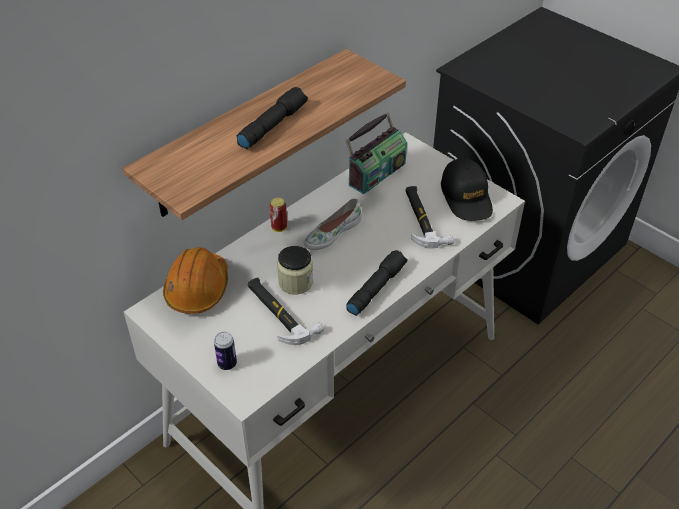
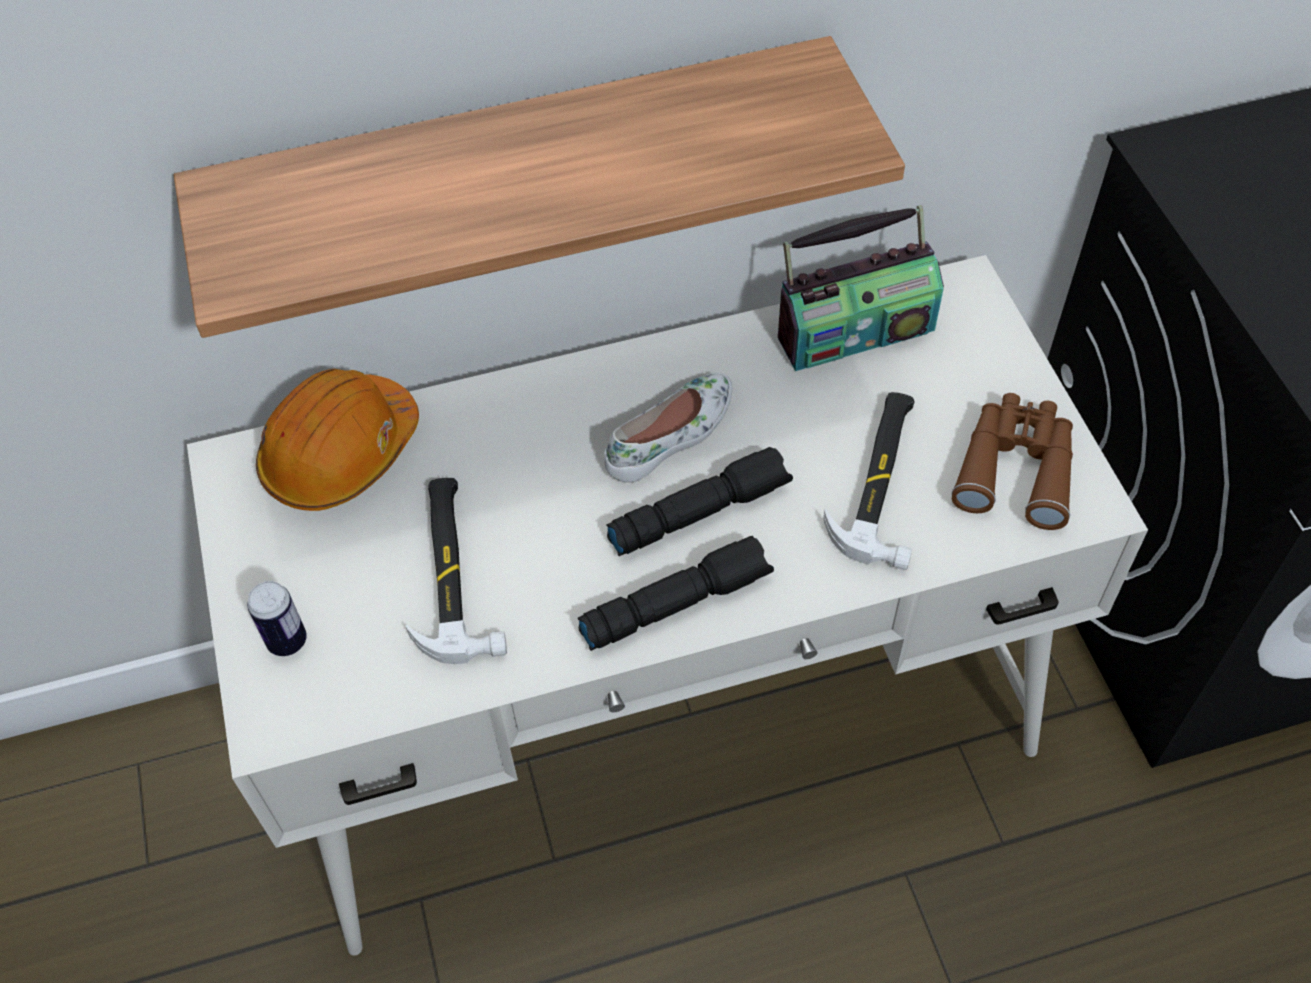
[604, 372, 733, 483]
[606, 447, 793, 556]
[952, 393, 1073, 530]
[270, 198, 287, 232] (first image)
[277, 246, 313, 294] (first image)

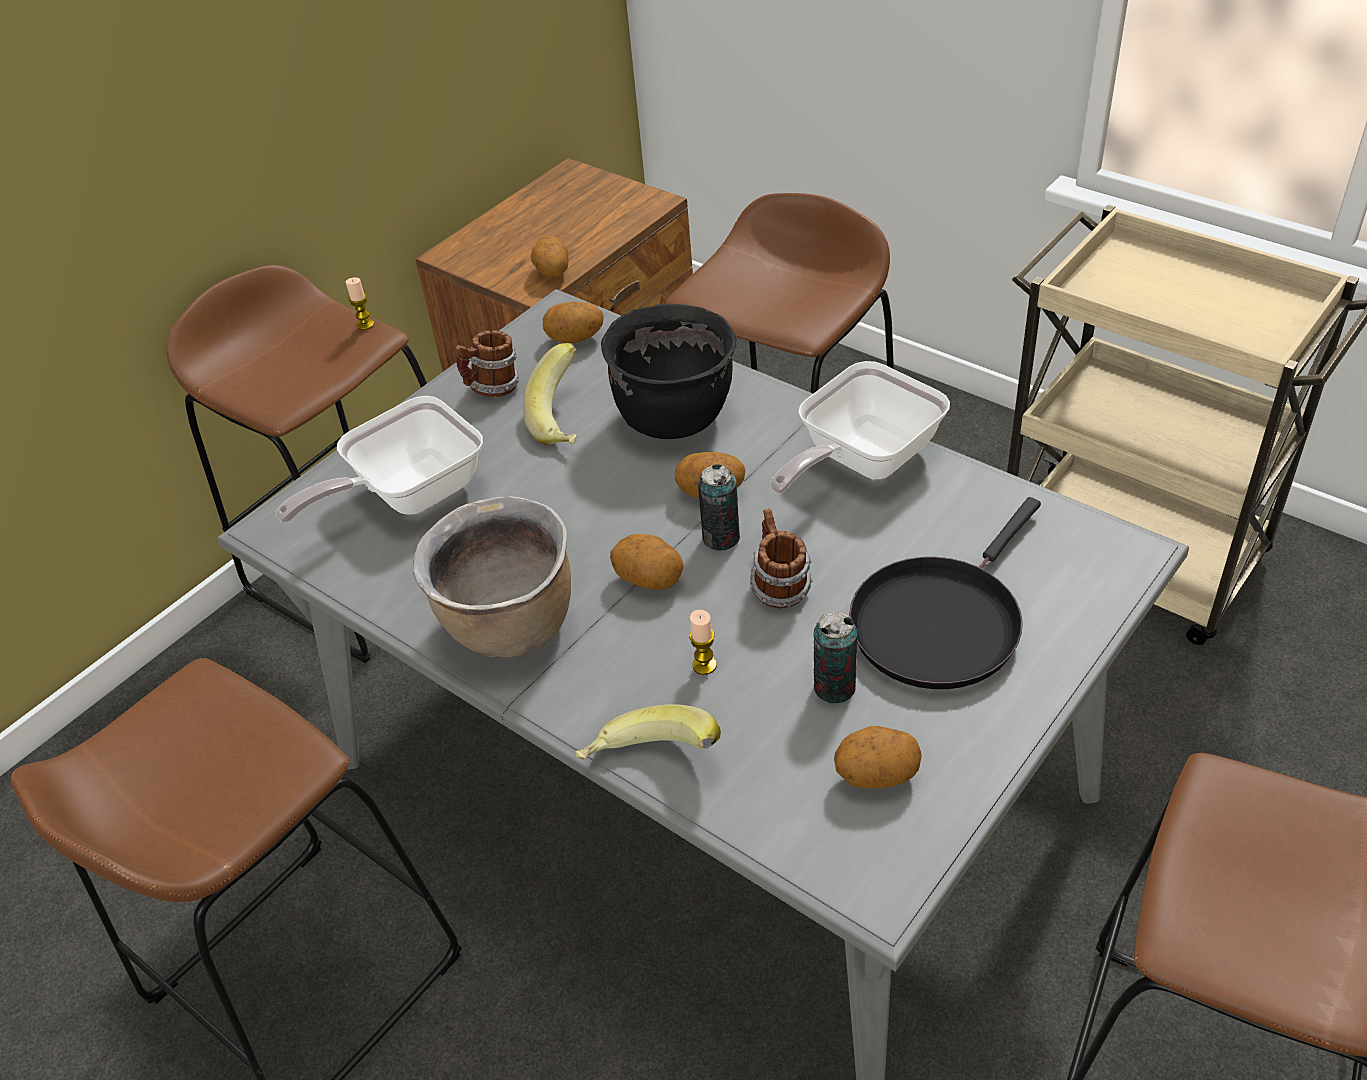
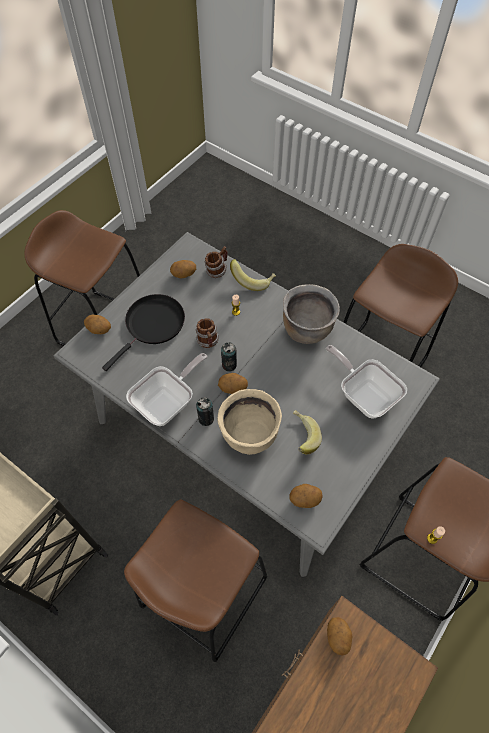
[84, 315, 111, 334]
[196, 397, 214, 426]
[204, 246, 228, 278]
[217, 389, 282, 455]
[326, 345, 407, 419]

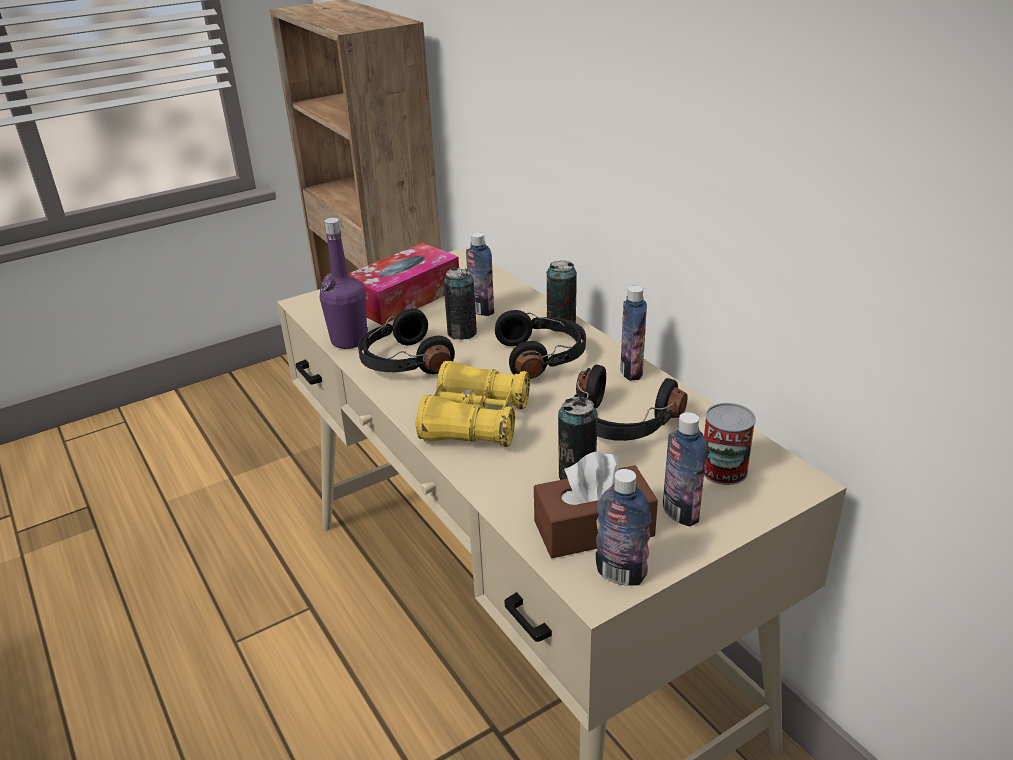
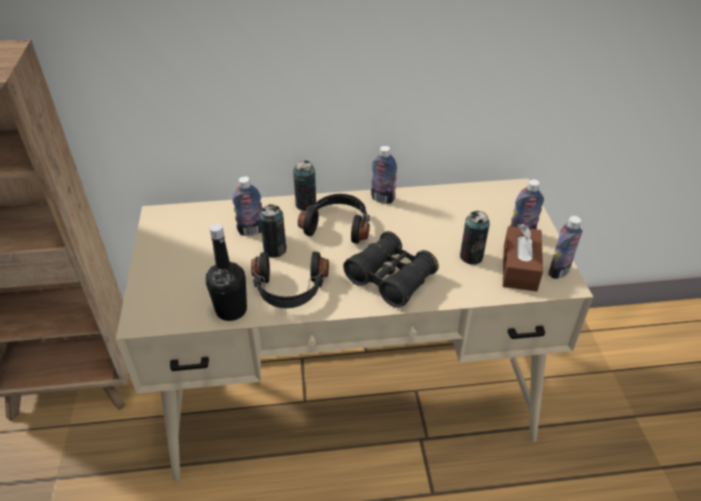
[206, 223, 247, 321]
[343, 231, 439, 308]
[348, 243, 459, 325] (first image)
[574, 365, 688, 441] (first image)
[704, 403, 756, 485] (first image)

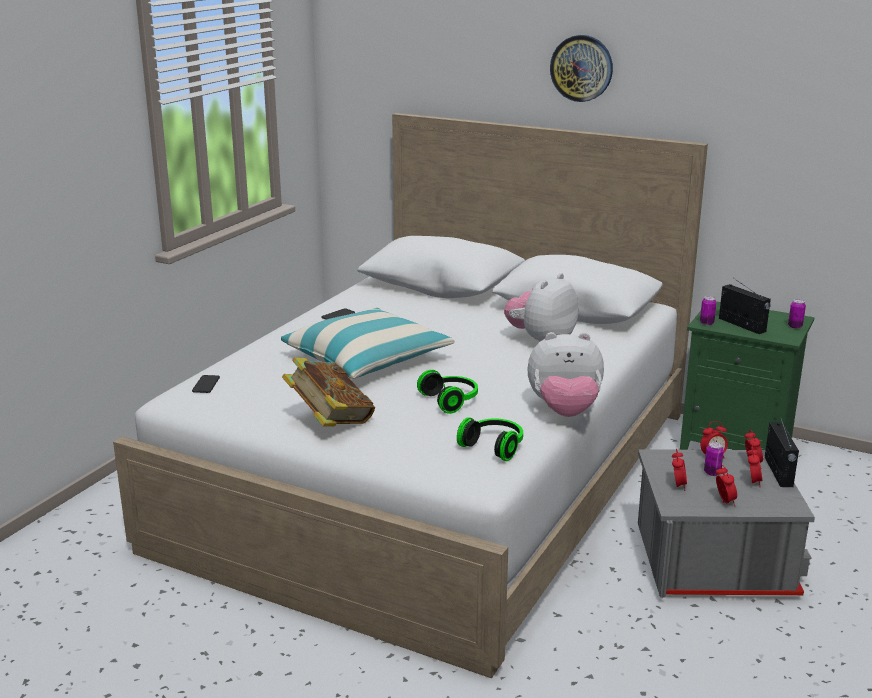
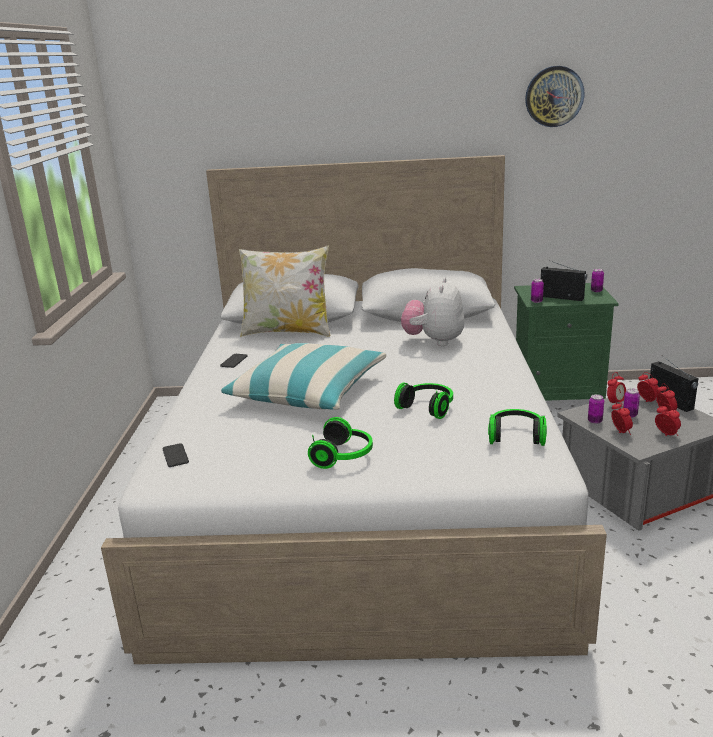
[239, 246, 330, 337]
[308, 417, 373, 469]
[525, 66, 584, 127]
[588, 394, 604, 424]
[527, 332, 604, 417] (first image)

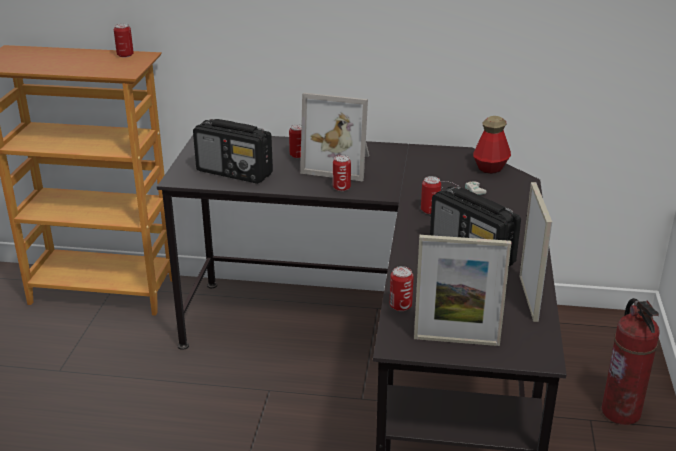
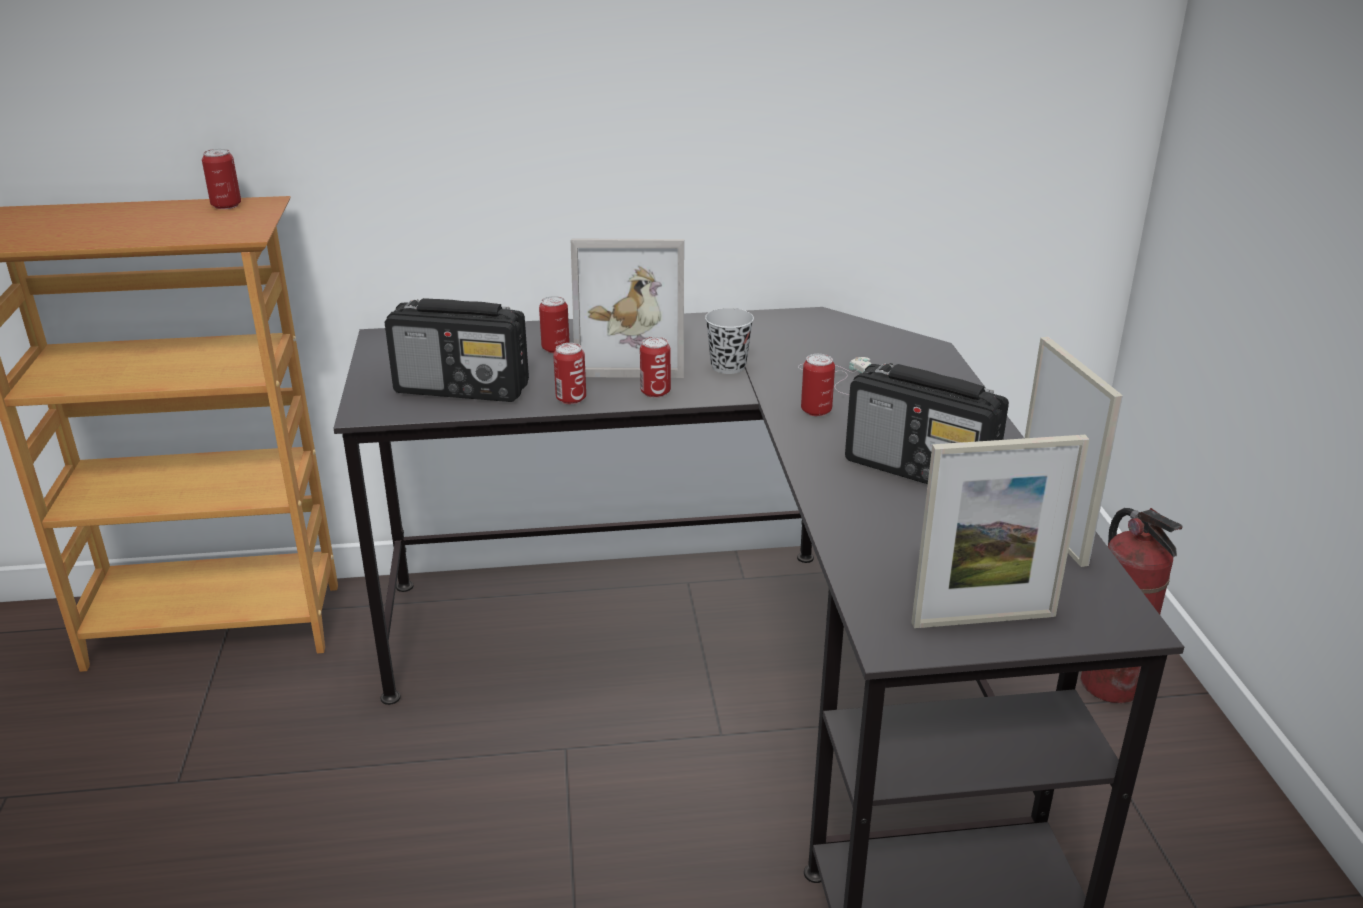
[553, 343, 586, 404]
[705, 308, 754, 374]
[473, 116, 511, 174] (first image)

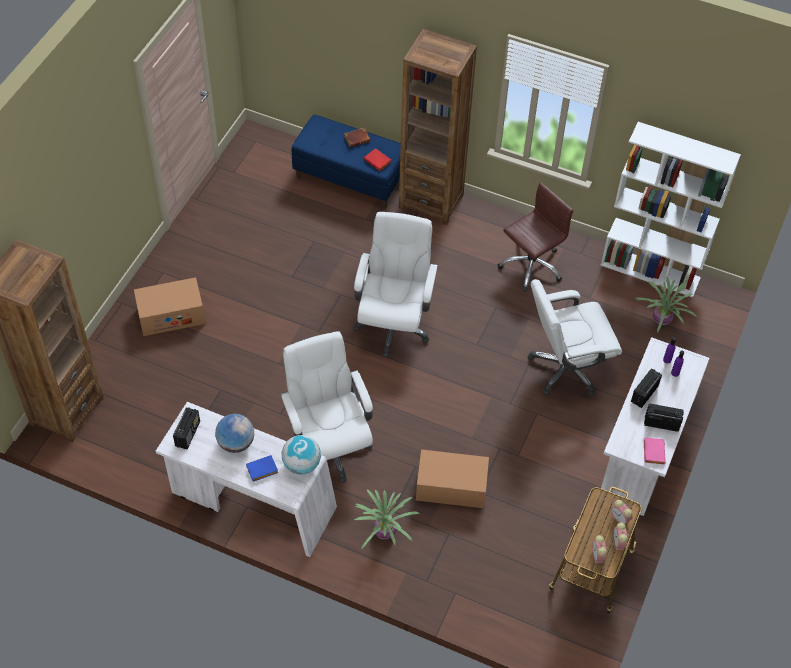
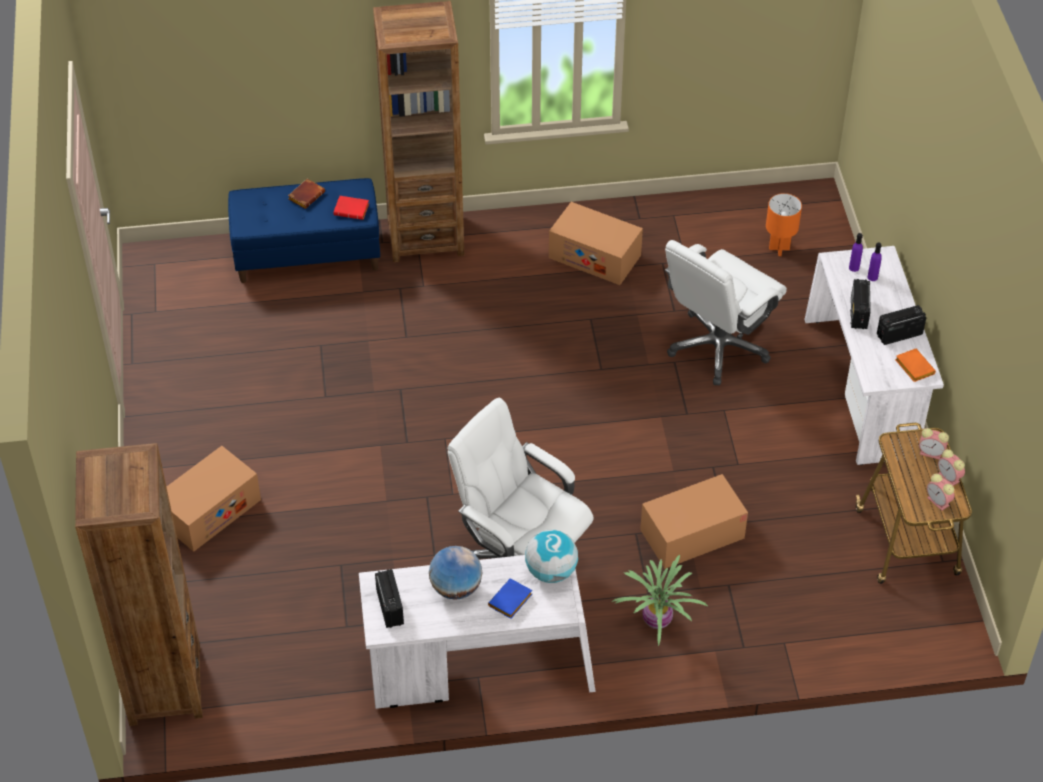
[549, 202, 643, 285]
[766, 193, 802, 256]
[895, 349, 936, 382]
[354, 212, 438, 358] (first image)
[601, 122, 741, 297] (first image)

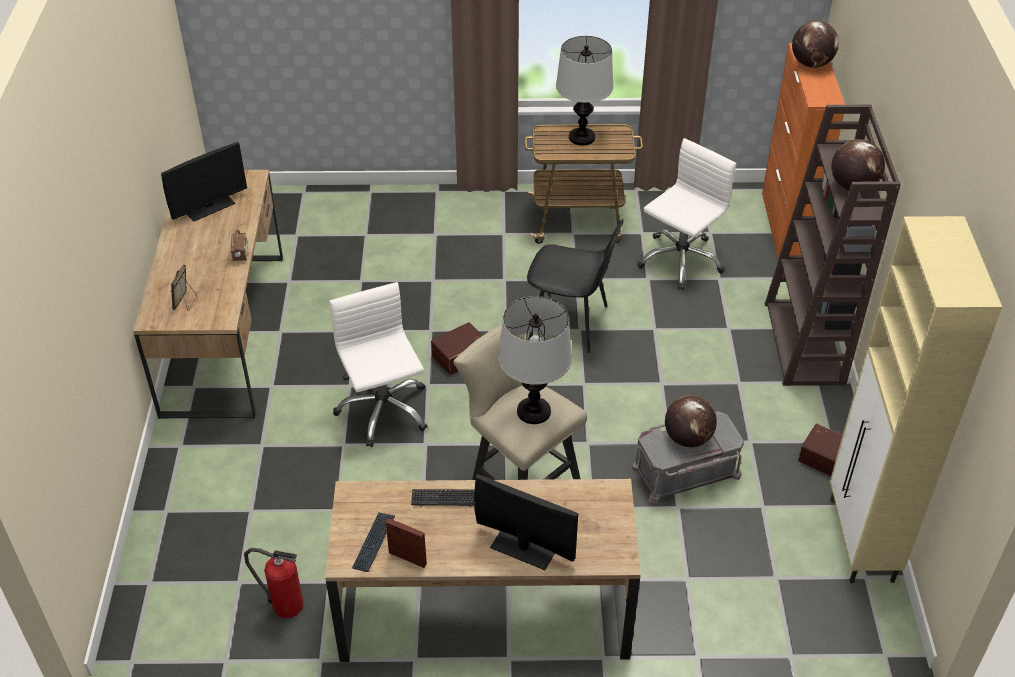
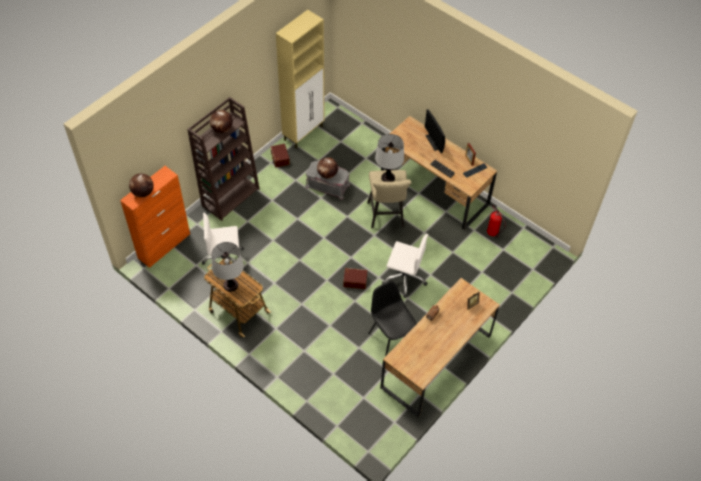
[368, 281, 417, 357]
[382, 234, 428, 298]
[161, 142, 247, 222] (first image)

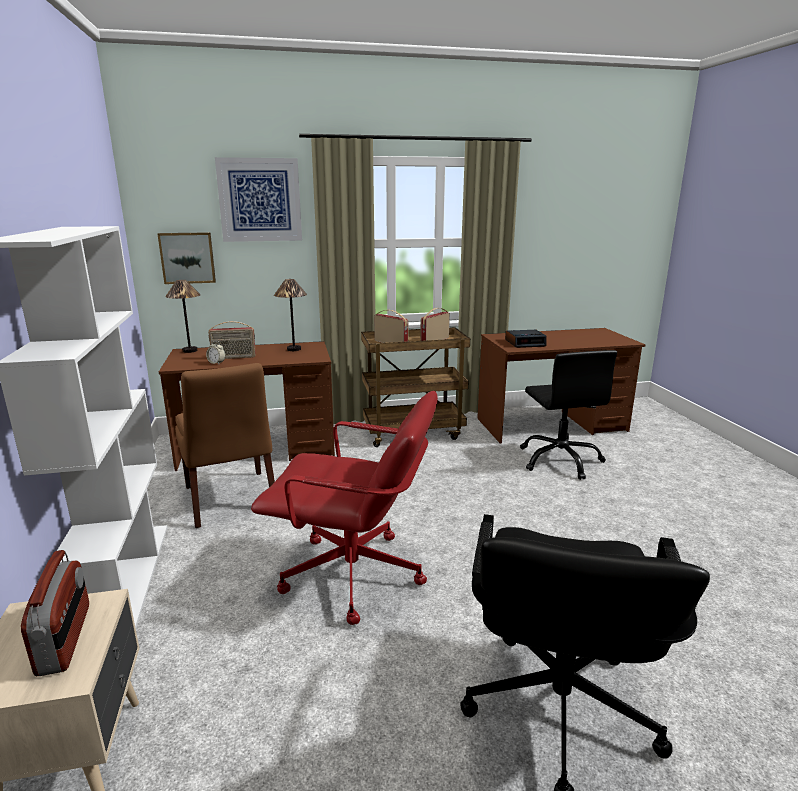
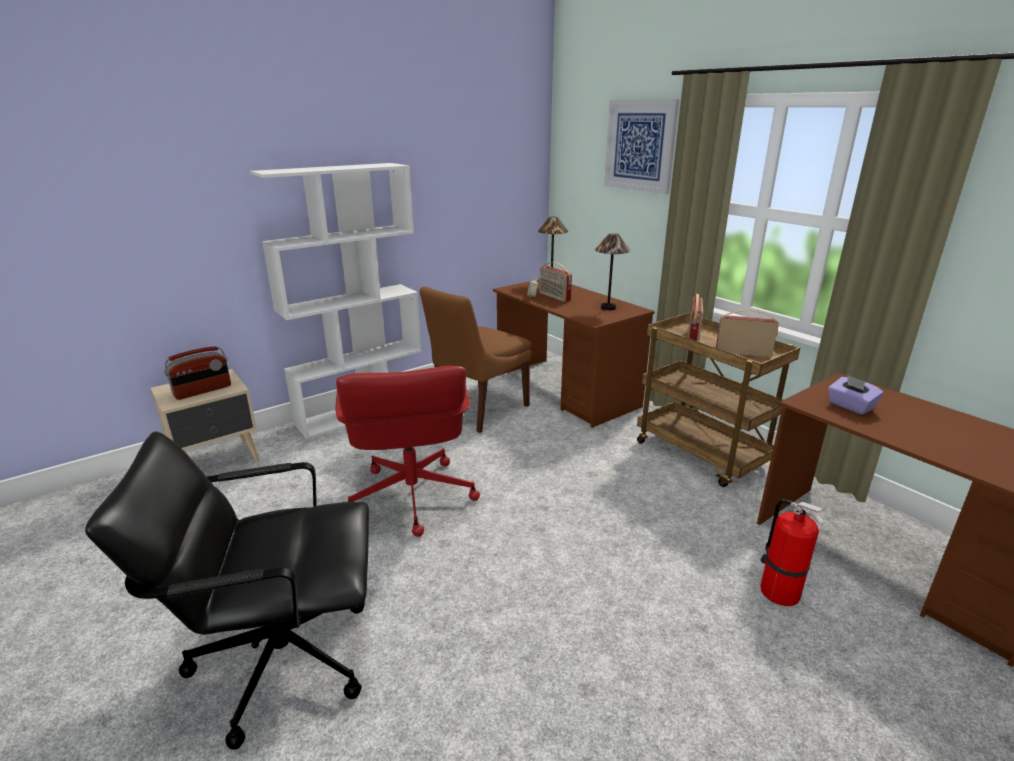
[760, 499, 824, 606]
[828, 375, 884, 415]
[158, 232, 216, 284] (first image)

